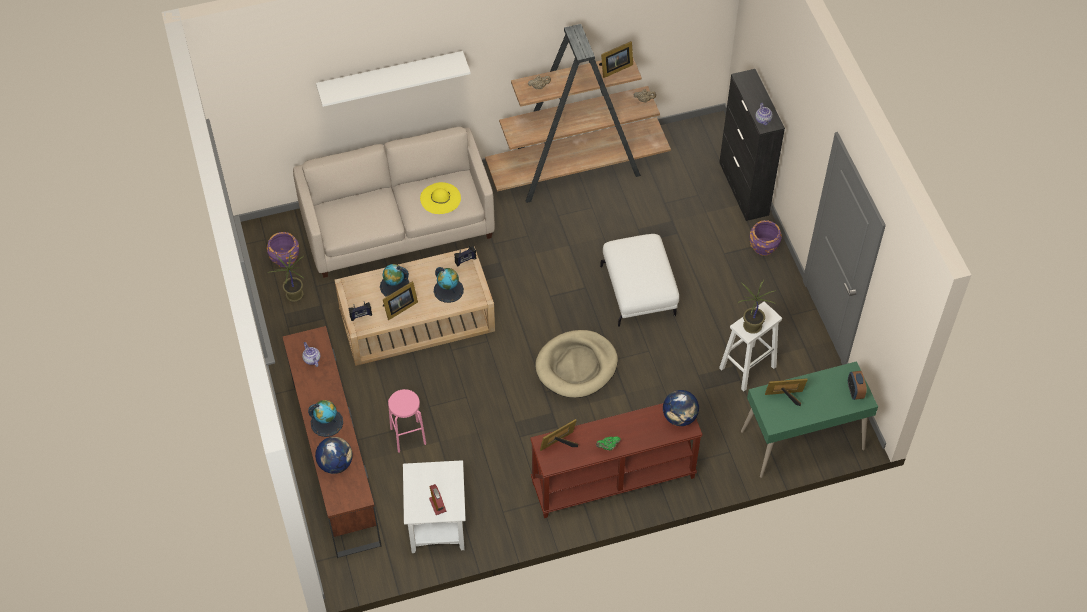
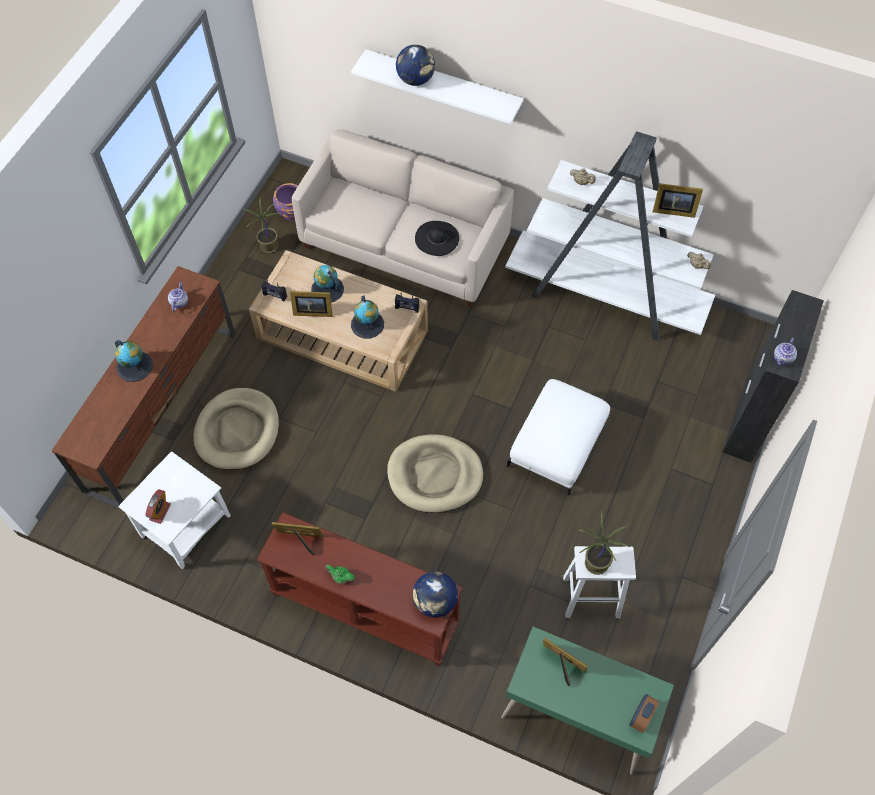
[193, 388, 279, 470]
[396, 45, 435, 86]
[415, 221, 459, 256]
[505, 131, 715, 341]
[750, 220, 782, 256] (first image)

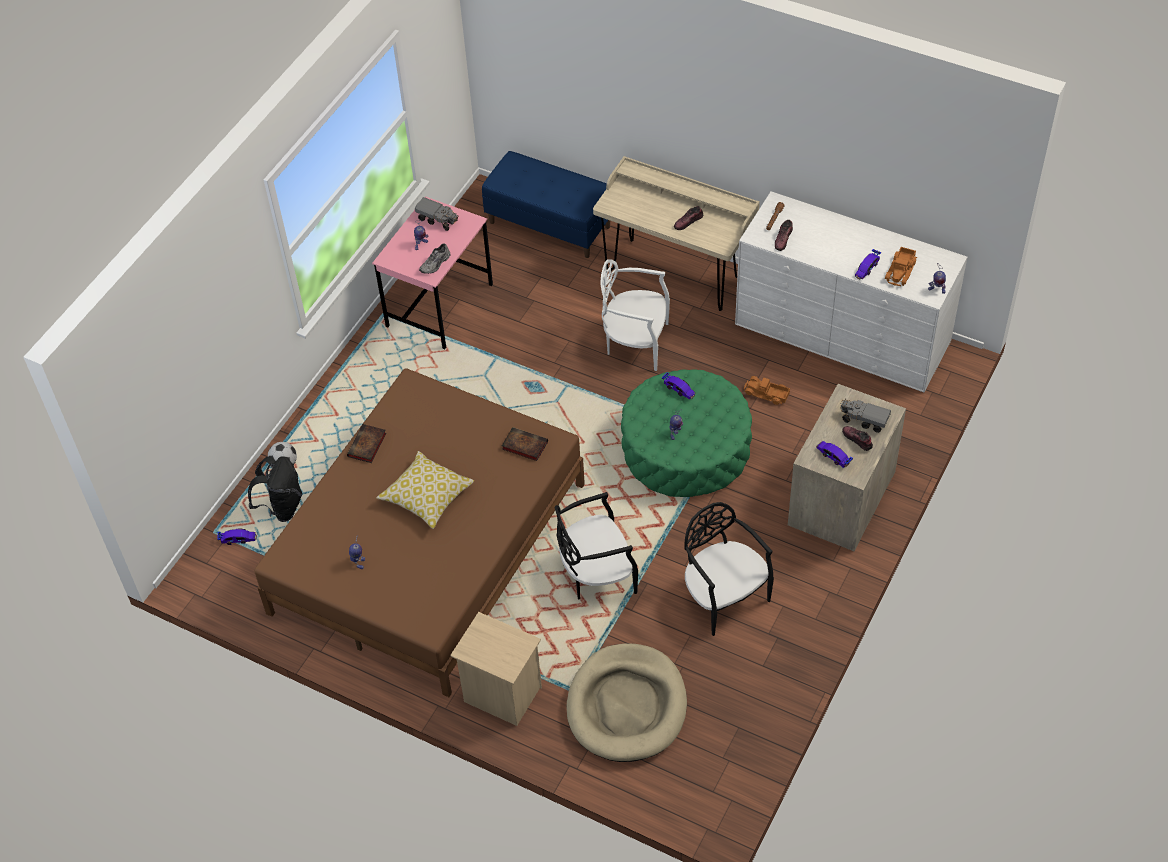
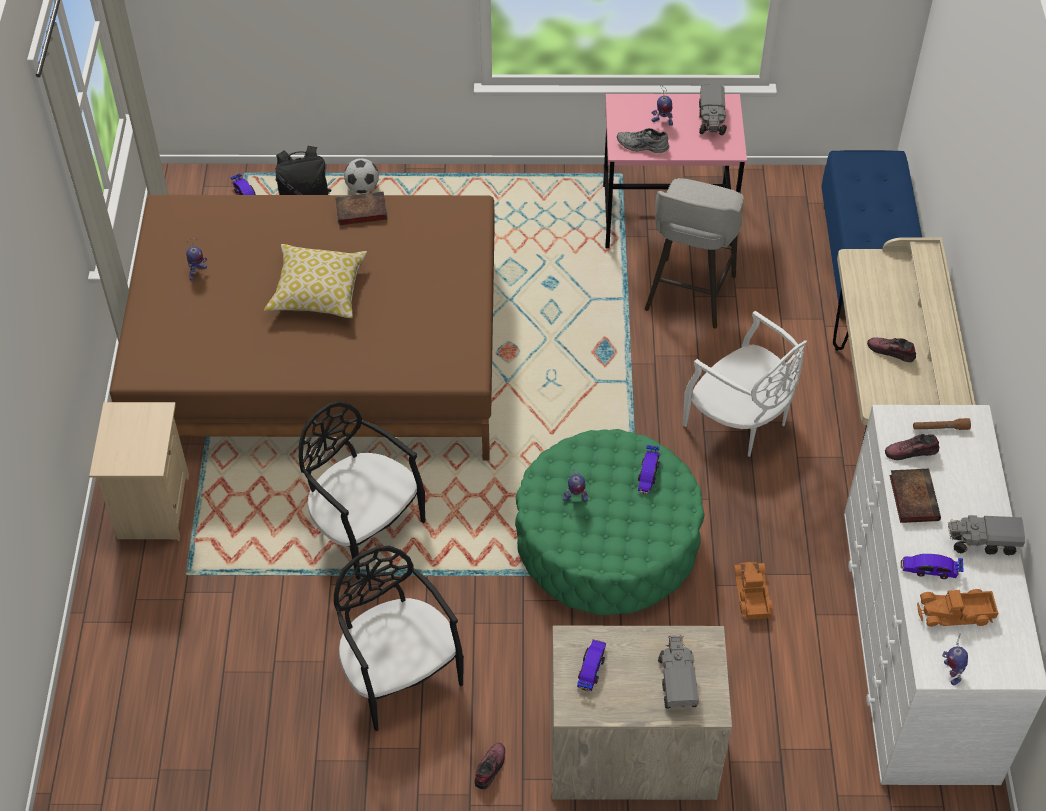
[334, 546, 464, 731]
[474, 743, 505, 789]
[645, 178, 744, 328]
[683, 311, 807, 457]
[889, 469, 941, 523]
[948, 515, 1025, 555]
[567, 643, 687, 762] (first image)

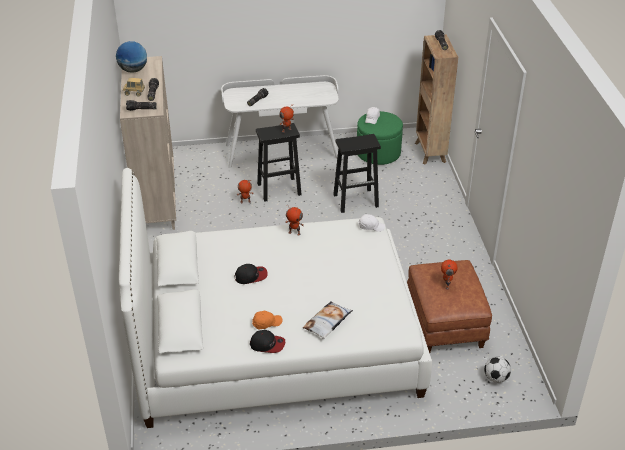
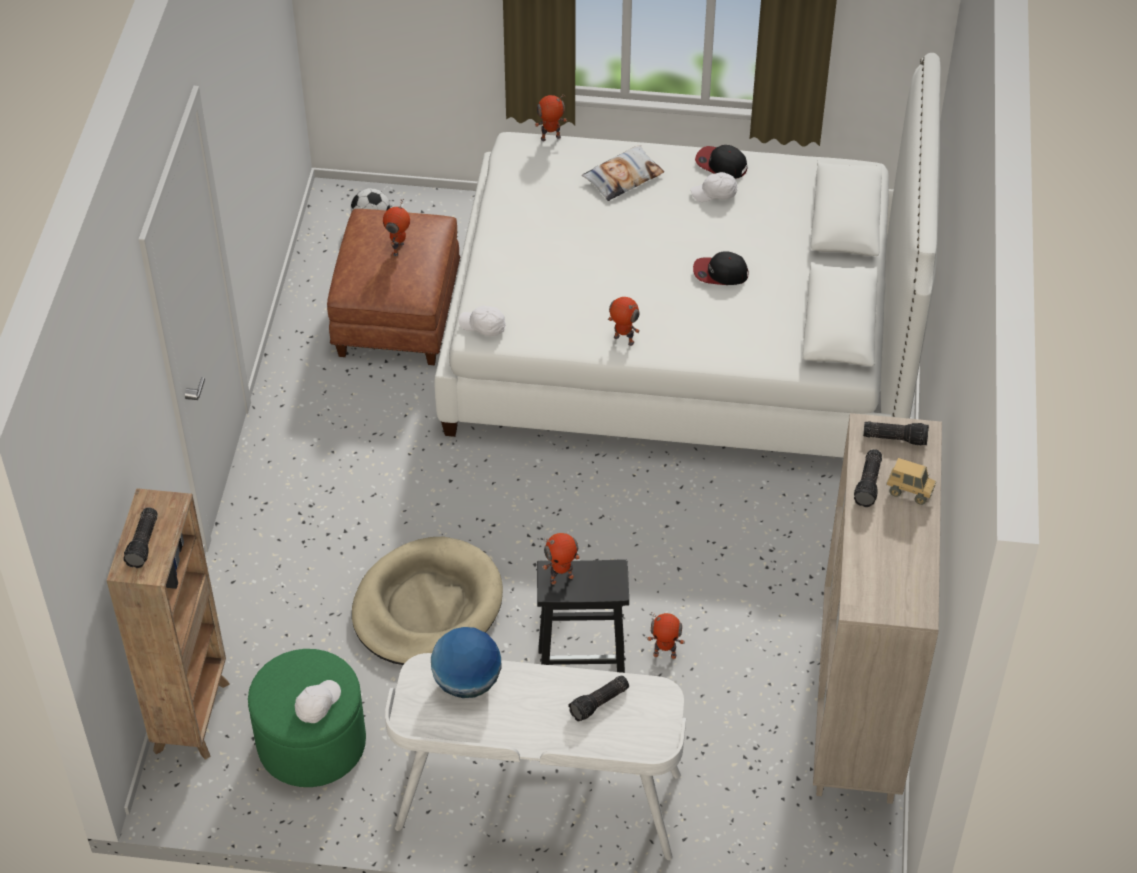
[352, 537, 503, 665]
[431, 627, 501, 698]
[535, 95, 567, 141]
[691, 172, 738, 202]

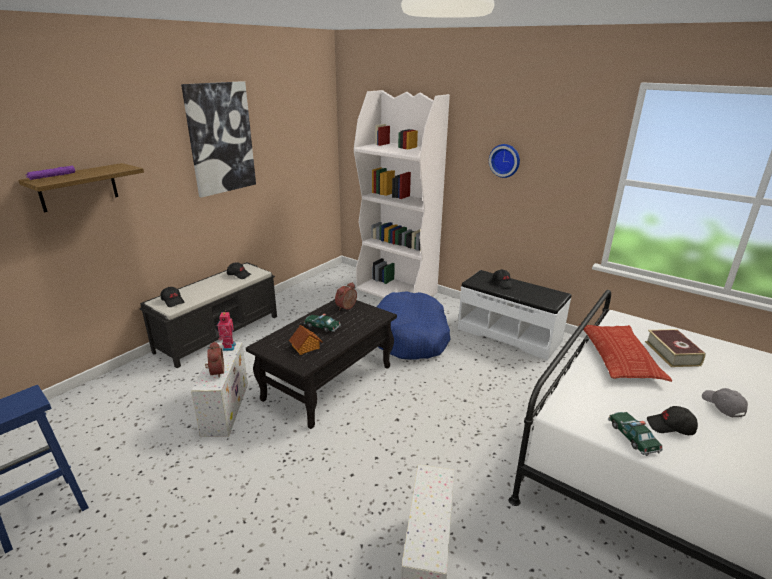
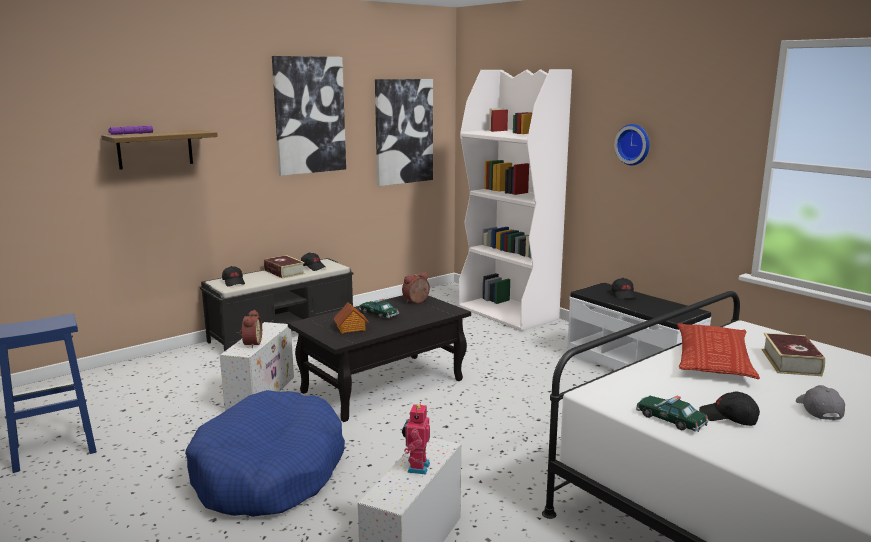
[185, 390, 345, 517]
[264, 255, 305, 279]
[375, 79, 433, 186]
[402, 402, 430, 474]
[636, 395, 709, 432]

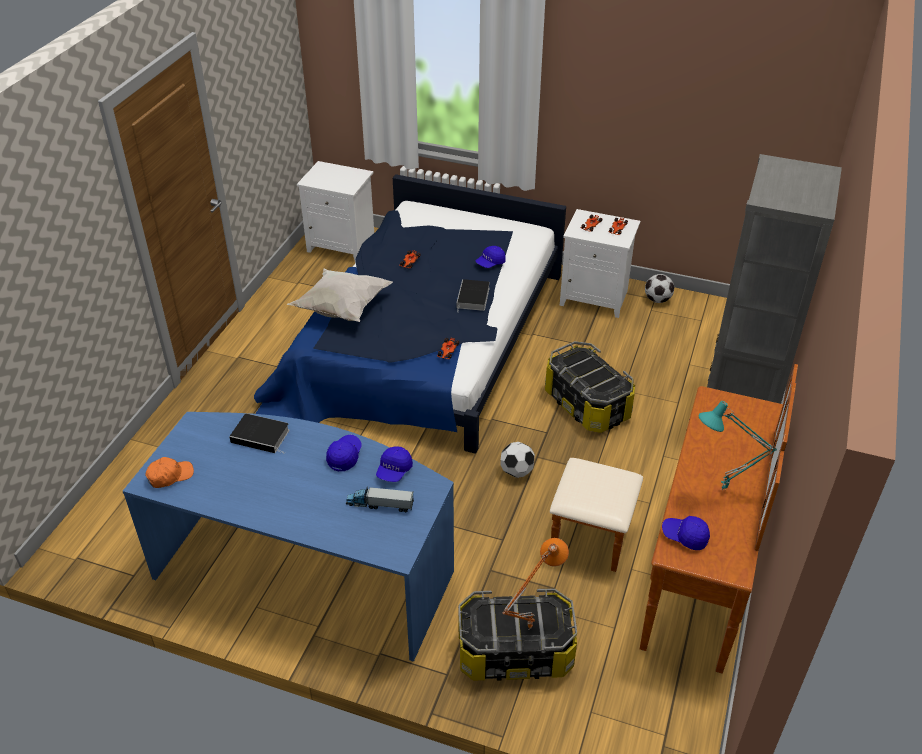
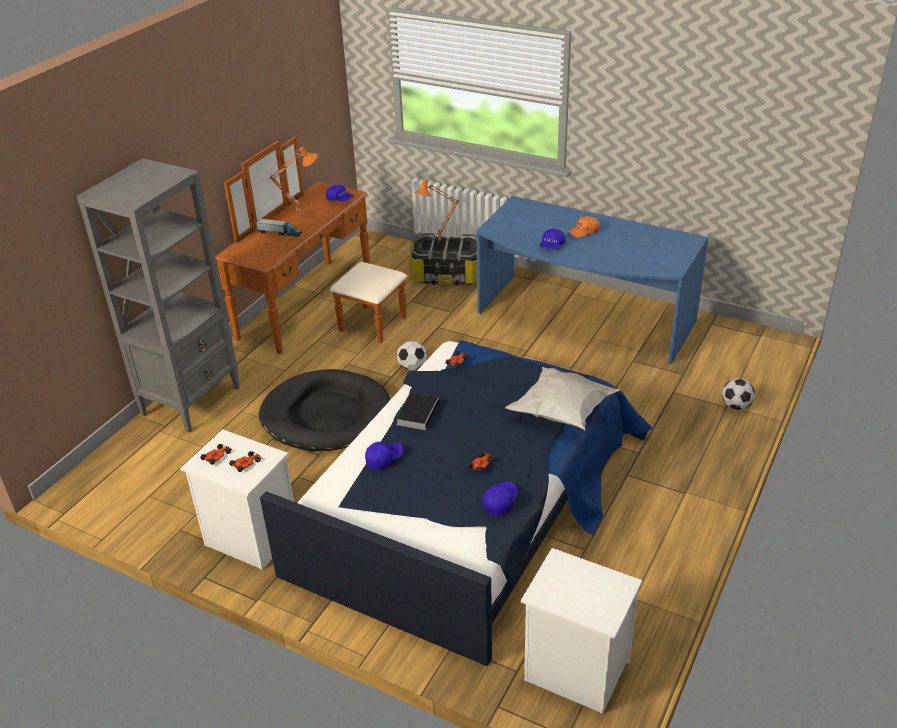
[256, 218, 302, 237]
[259, 369, 390, 451]
[269, 146, 318, 217]
[483, 482, 518, 516]
[568, 216, 600, 238]
[722, 378, 755, 410]
[229, 413, 290, 454] (first image)

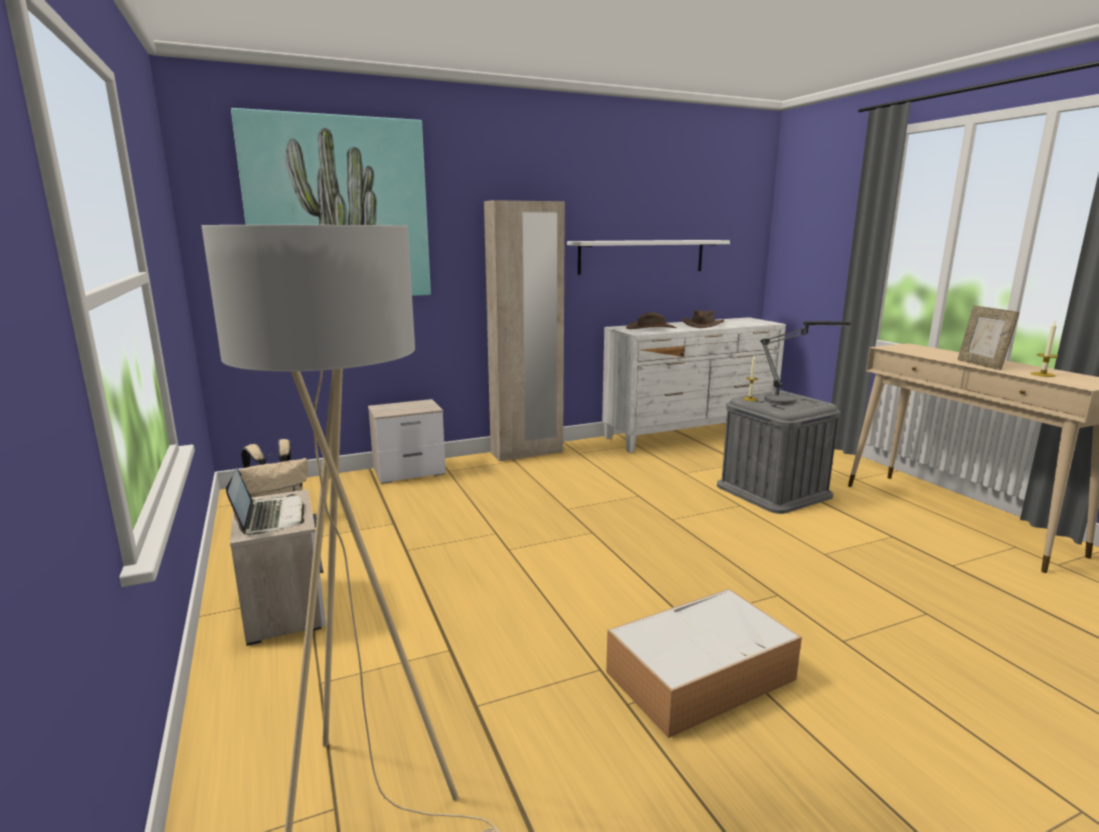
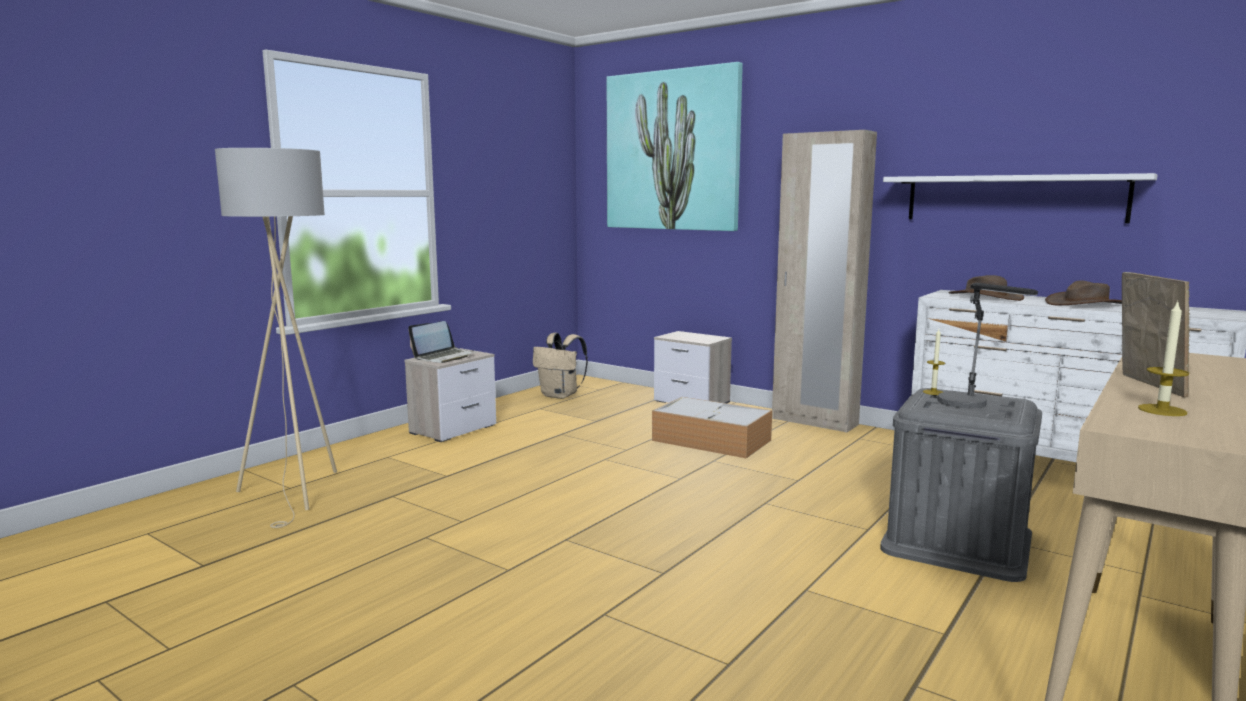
[652, 397, 772, 458]
[1122, 272, 1190, 397]

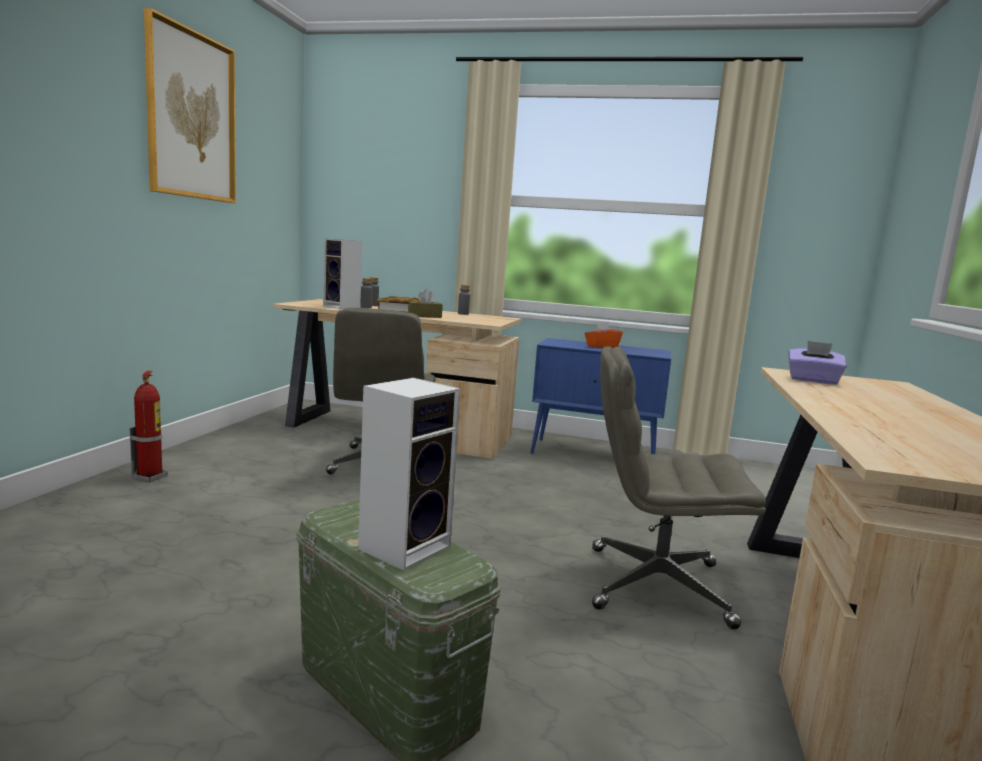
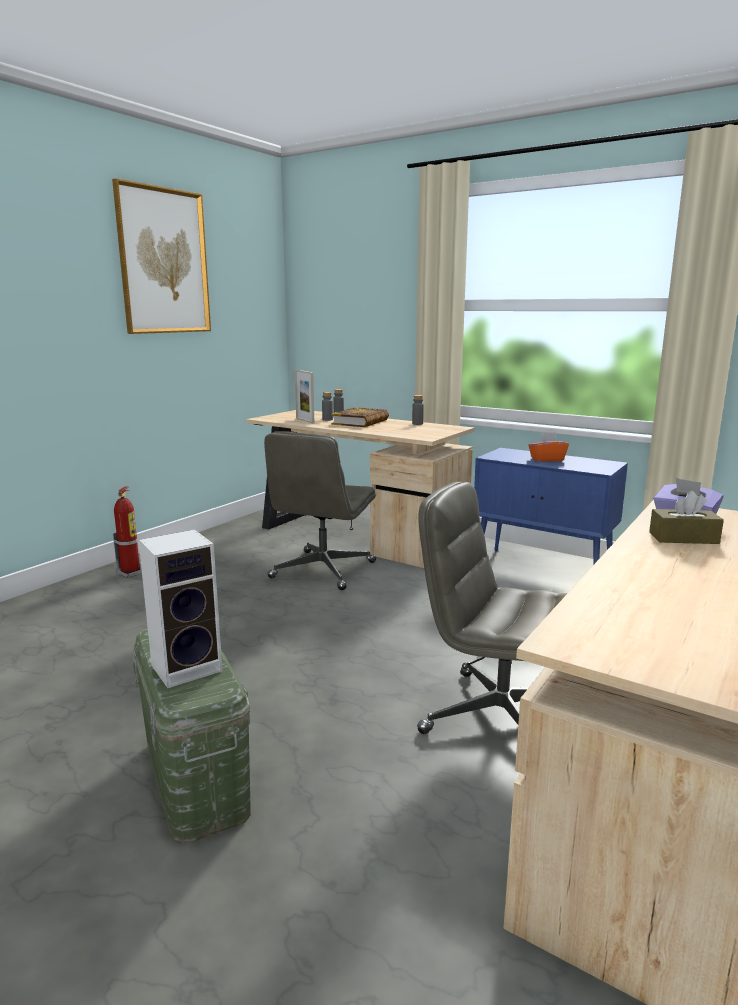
[295, 370, 314, 424]
[649, 491, 724, 544]

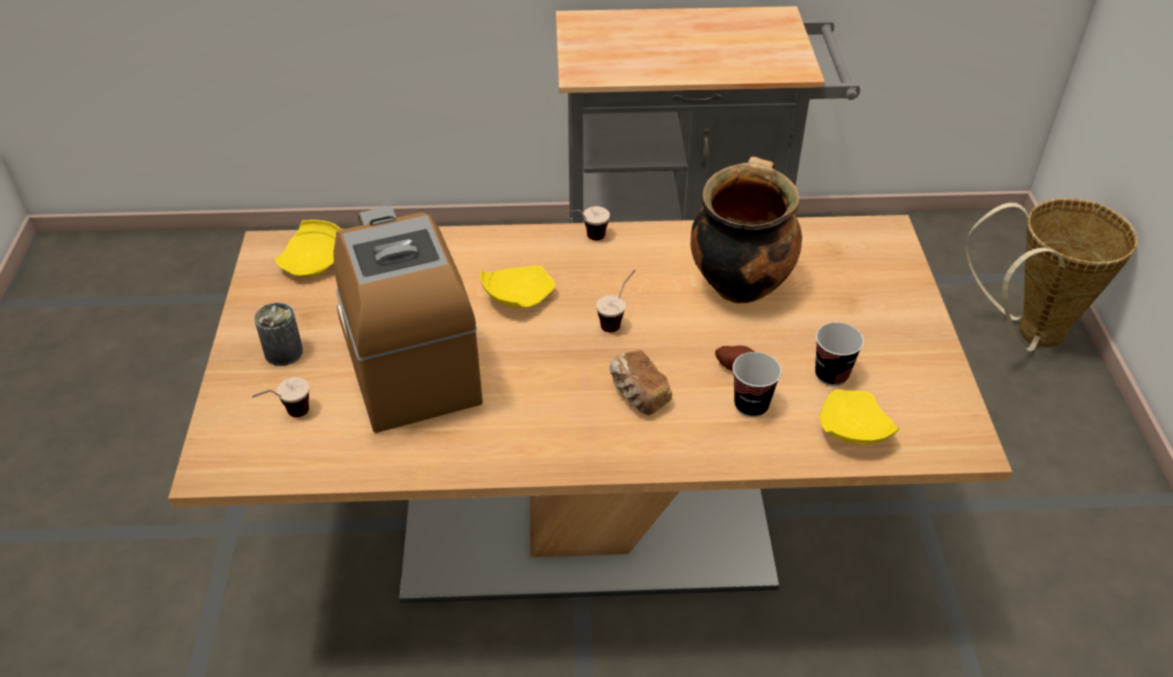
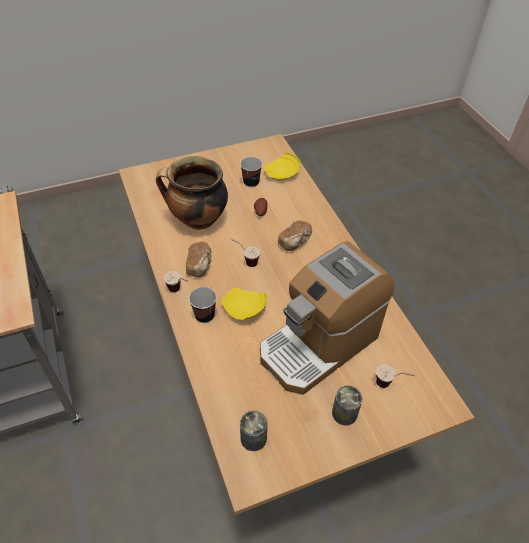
[186, 241, 212, 277]
[189, 287, 217, 323]
[240, 410, 268, 451]
[966, 198, 1138, 352] (first image)

